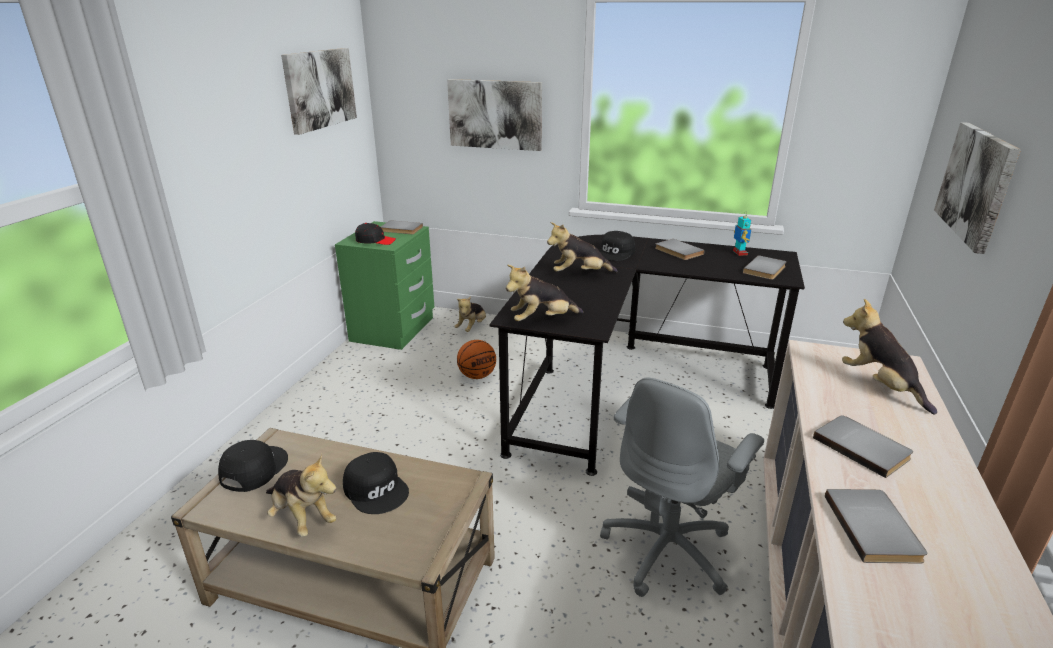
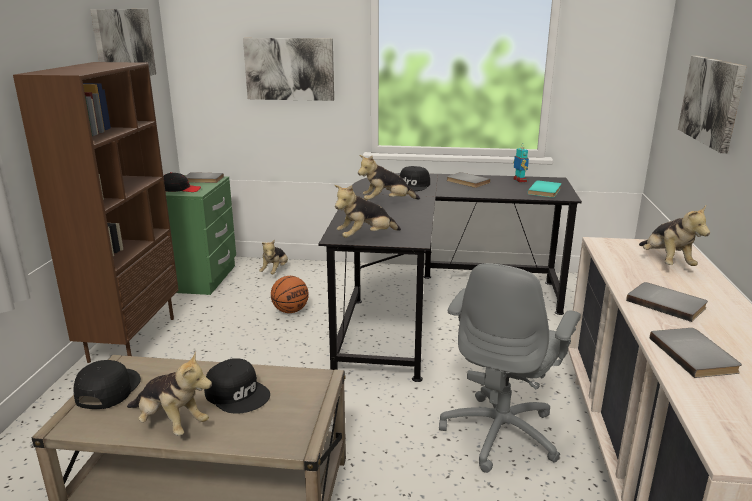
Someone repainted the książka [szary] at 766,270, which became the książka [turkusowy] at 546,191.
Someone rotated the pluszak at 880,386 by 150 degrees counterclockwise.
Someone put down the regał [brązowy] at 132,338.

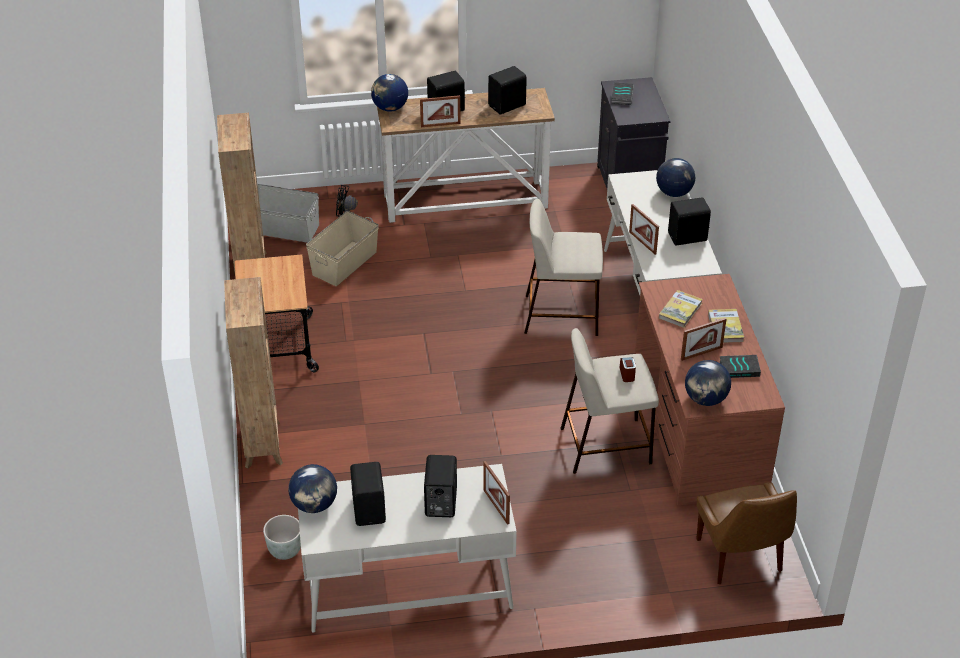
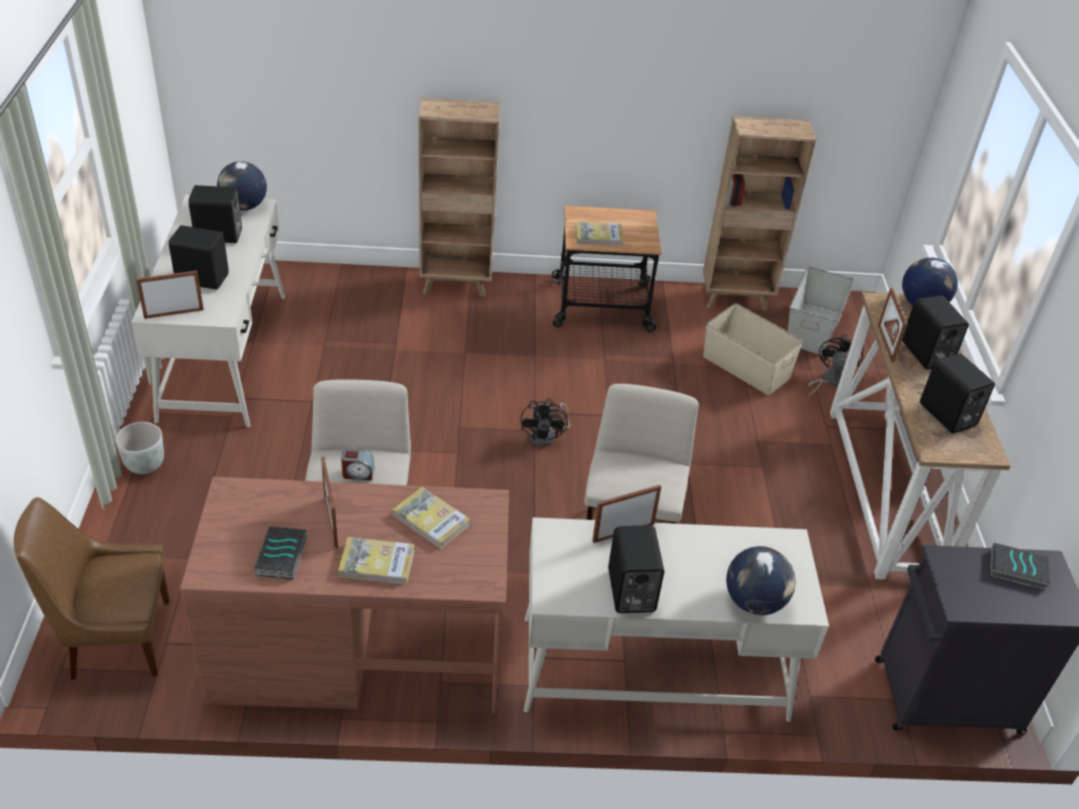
Someone carried the donica [szary] from 284,551 to 145,464.
Someone took away the globus at 705,399.
Someone put down the wentylator [czarny] at 547,436.
Someone put down the książka at 598,236.

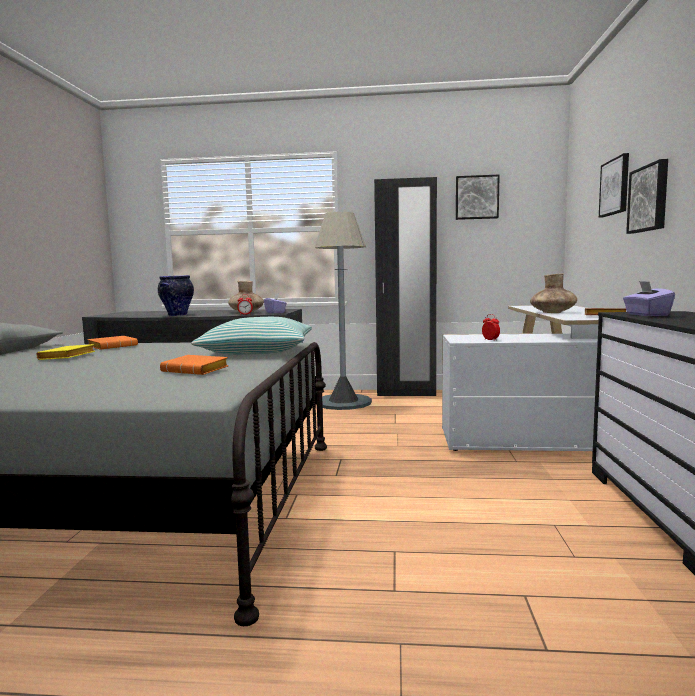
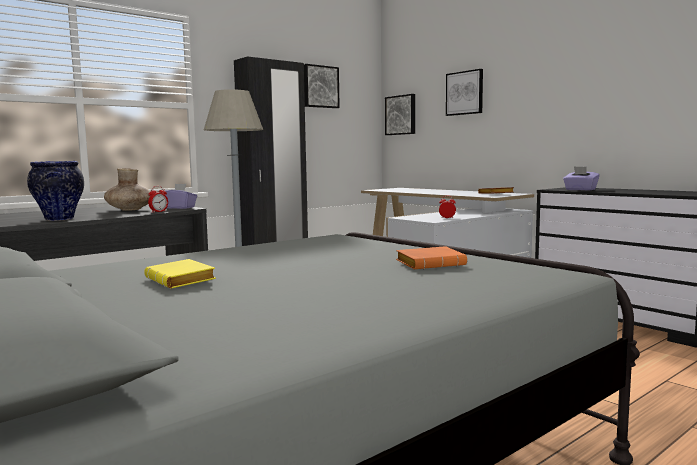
Someone took away the książka [pomarańczowy] at 113,346.
Someone took away the poduszka at 257,351.
Someone took away the wazon [brązowy] at 552,312.
Someone carried the obraz from 649,198 to 401,115.

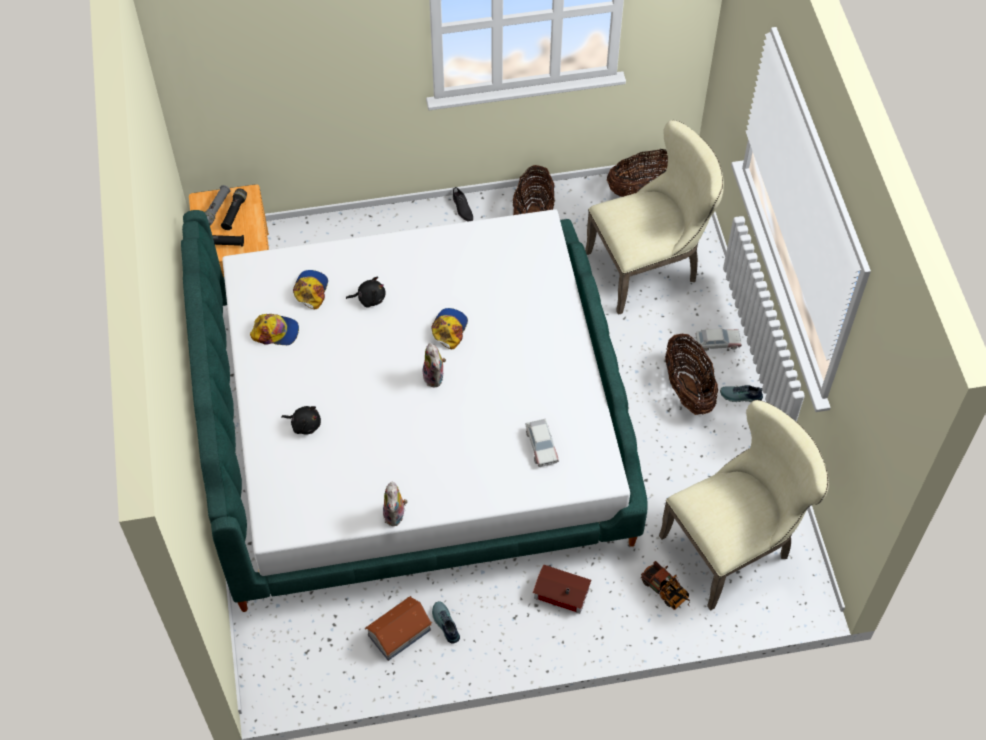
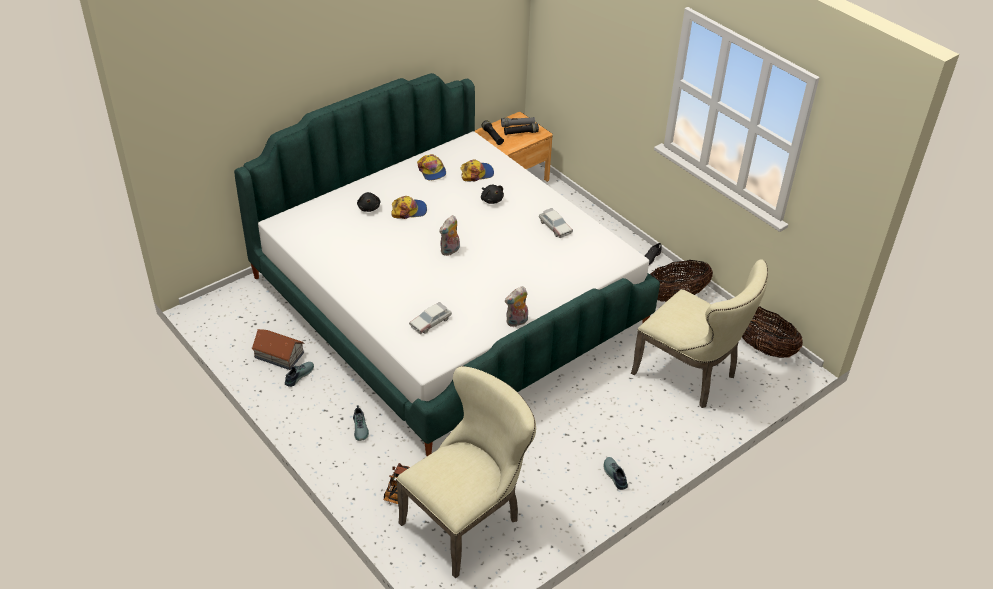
Someone carried the pluszak from 396,515 to 517,322.
Someone carried the czapka z daszkiem from 449,329 to 409,210.
Someone swapped the domek at 560,592 for the but at 361,428.
Someone rotated the krzesło [beżowy] at 733,546 by 75 degrees counterclockwise.
Someone took away the koszyk at 688,389.
Someone carried the samochodzik from 717,342 to 555,227.

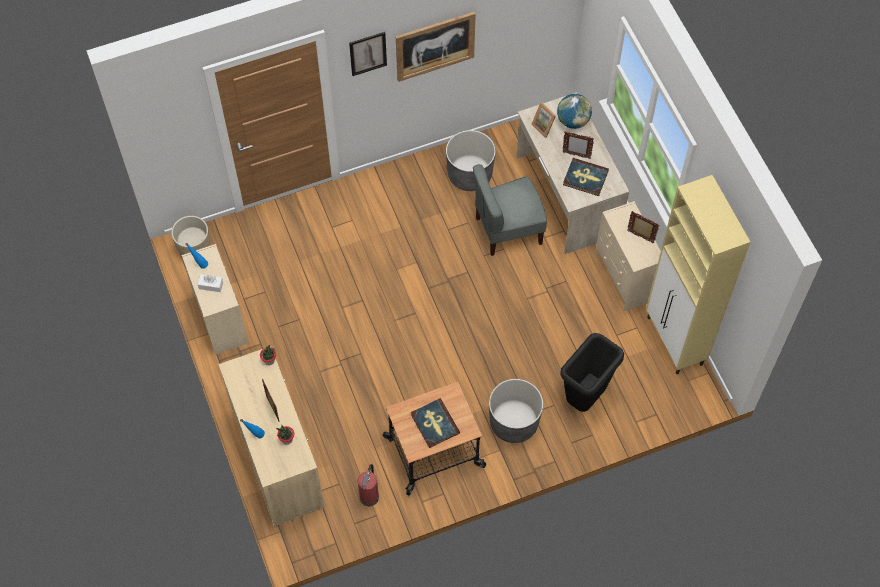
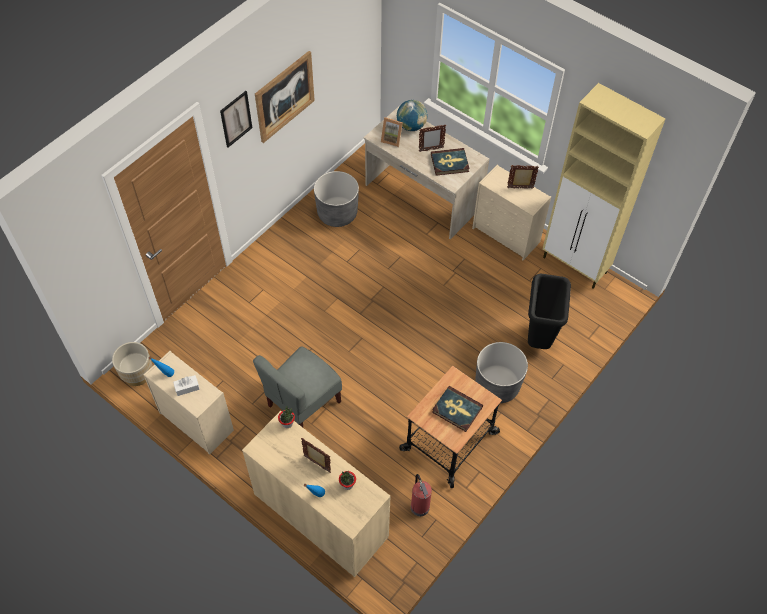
Someone carried the krzesło [szary] from 508,230 to 303,403.

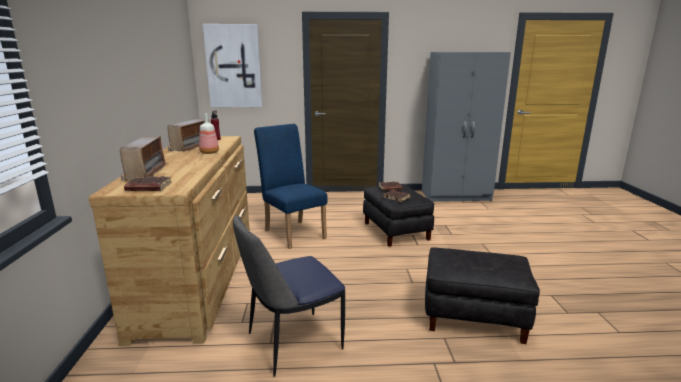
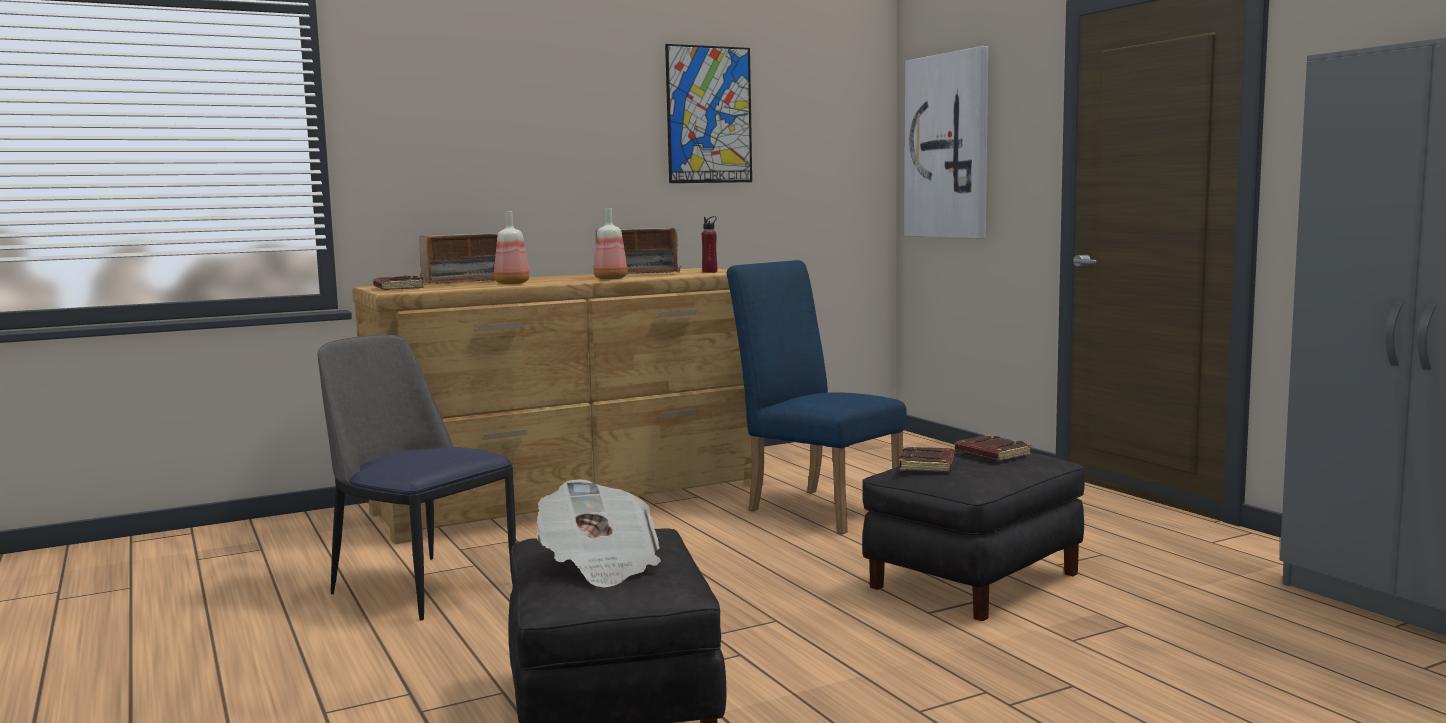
Someone rotated the krzesło [niebieski] at 293,232 by 75 degrees counterclockwise.
Someone put down the butelka at 512,283.
Someone put down the gazeta at 599,565.
Someone put up the obraz at 709,115.

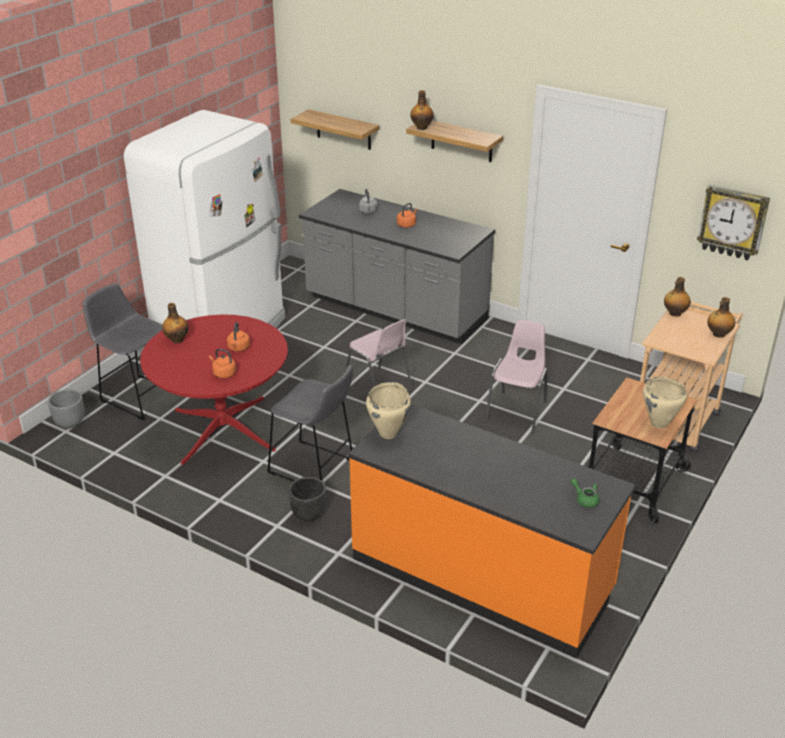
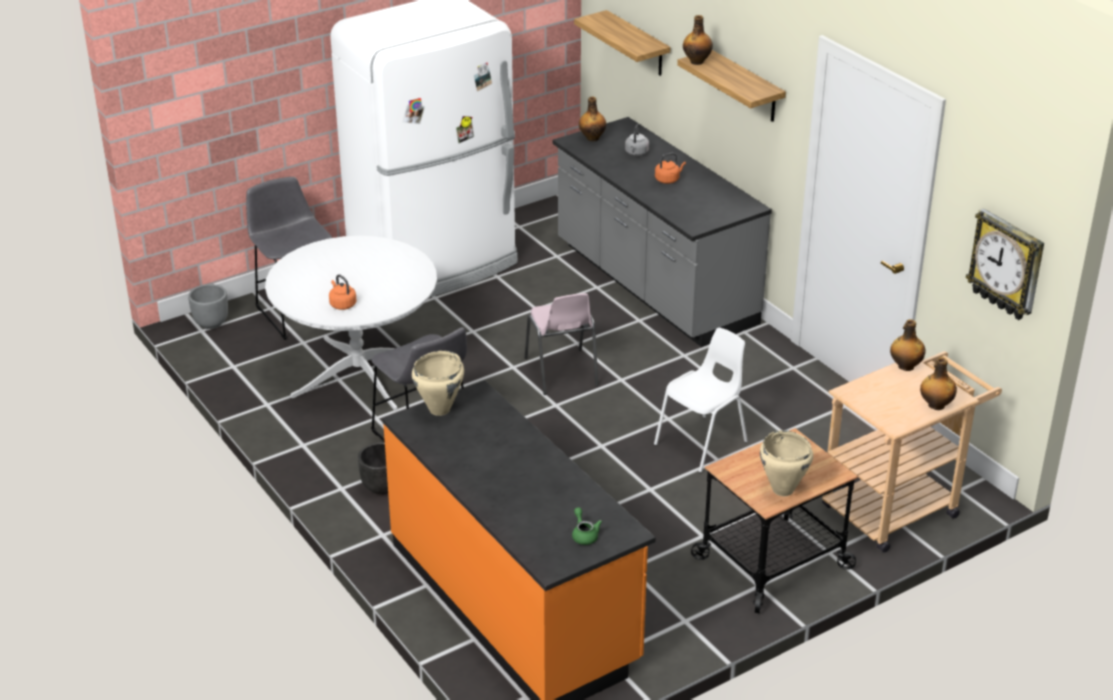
Someone repainted the stół jadalny [czerwony] at 223,430, which became the stół jadalny [biały] at 358,373.
Someone carried the butelka from 177,339 to 592,138.
Someone took away the czajnik [pomarańczowy] at 238,348.
Someone repainted the krzesło [różowy] at 517,411, which became the krzesło [biały] at 702,443.

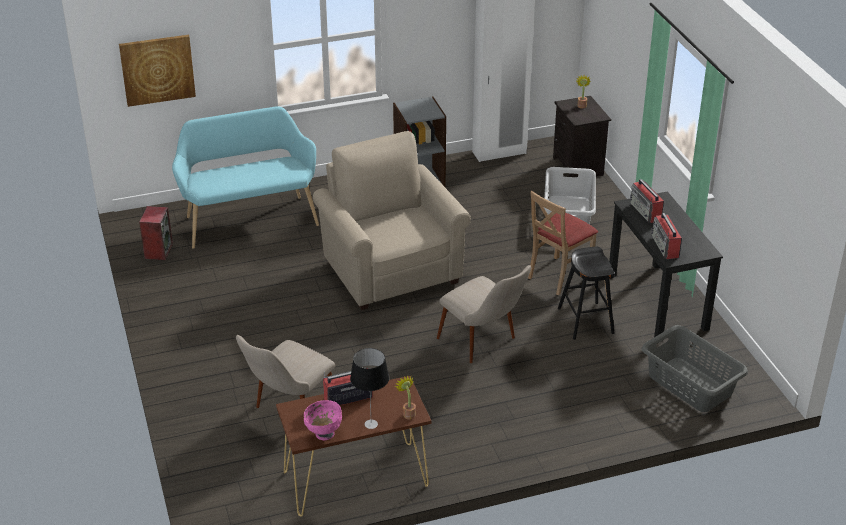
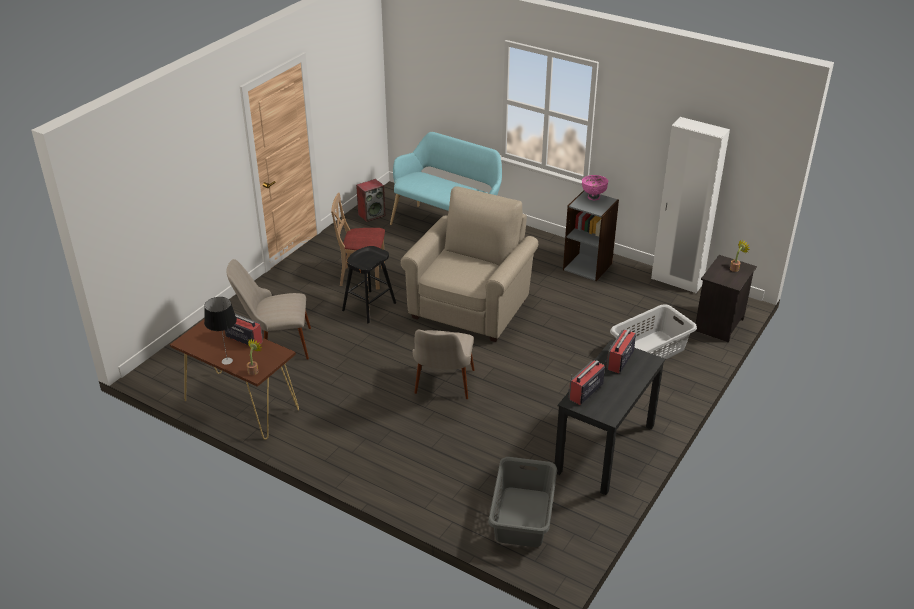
Someone took away the obraz at 157,69.
Someone carried the miska [różowy] from 324,433 to 593,197.
Someone carried the krzesło [beżowy] from 559,276 to 362,277.
Someone carried the stołek [czarny] from 585,321 to 369,307.

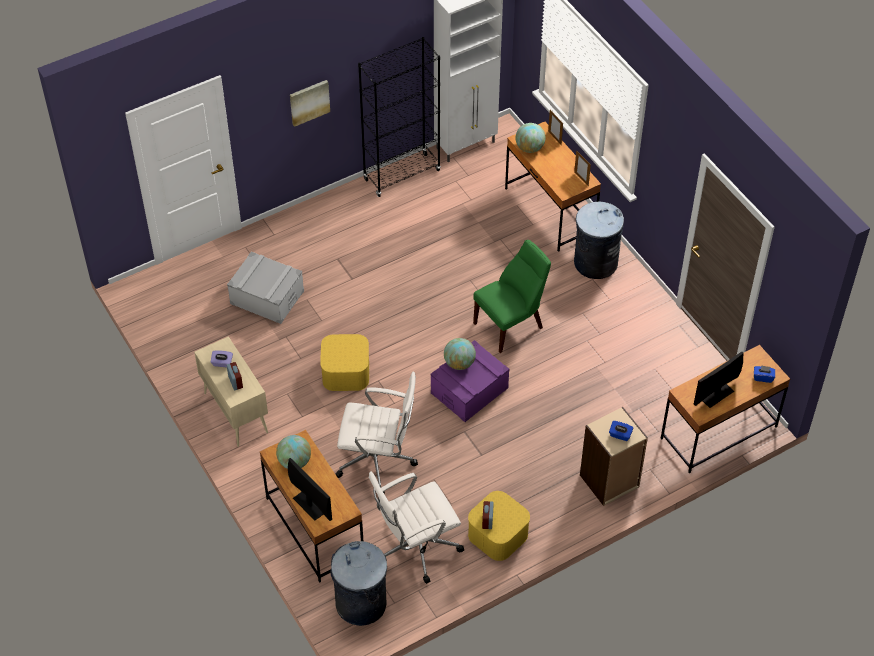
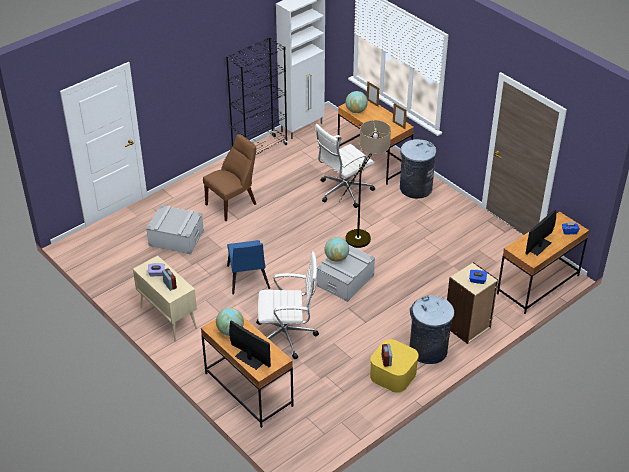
Someone took away the obraz at 309,102.
Someone swapped the pojemnik do przechowywania [żółty] at 345,372 for the krzesło [niebieski] at 248,280.
Someone carried the kosz na śmieci [szary] from 360,603 to 428,350.
Someone carried the krzesło biurowe [biały] from 415,546 to 343,191.
Someone repainted the pojemnik do przechowywania [fioletowy] at 469,390, which became the pojemnik do przechowywania [szary] at 345,280.
Someone swapped the krzesło [zielony] at 511,324 for the lampa stojąca at 365,234.
Someone put down the krzesło [brązowy] at 233,203.

